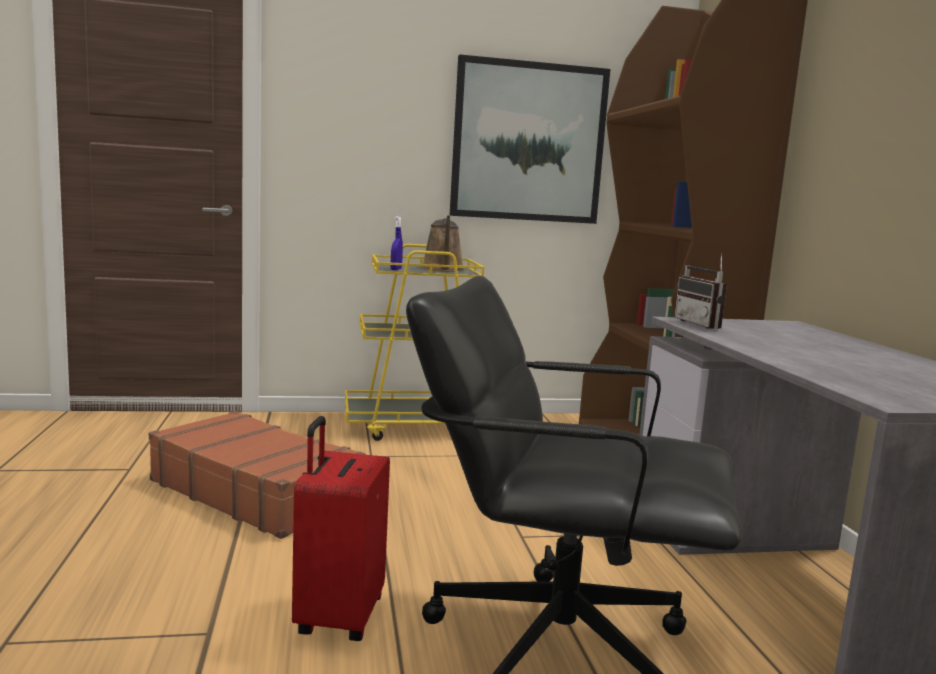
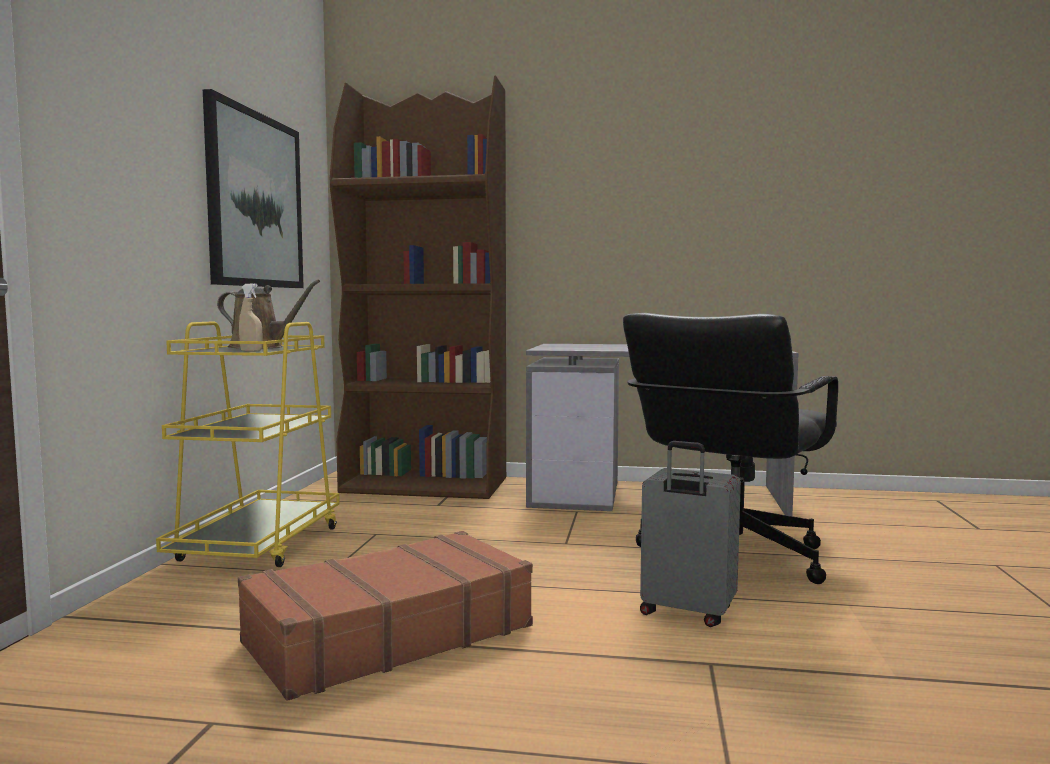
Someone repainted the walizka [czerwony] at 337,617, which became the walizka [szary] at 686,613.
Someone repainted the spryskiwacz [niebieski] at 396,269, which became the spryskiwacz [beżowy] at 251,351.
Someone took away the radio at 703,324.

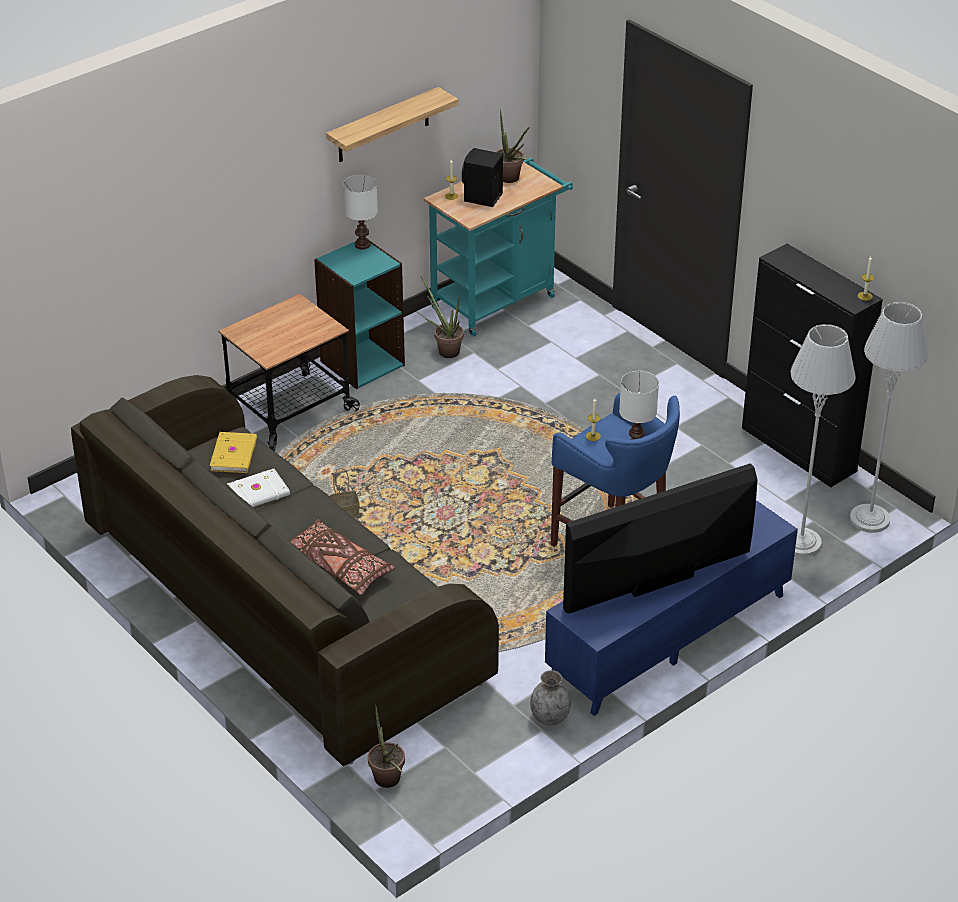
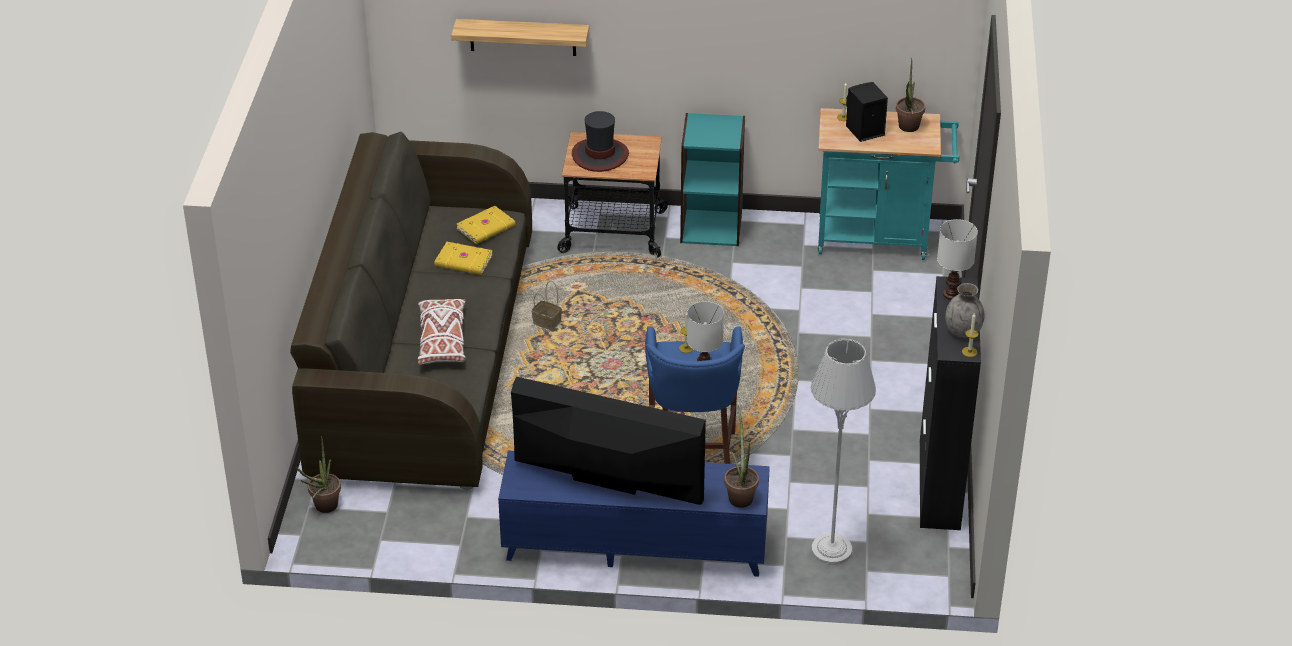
Someone repainted the książka [biały] at 257,493, which became the książka [żółty] at 463,261.
Someone repainted the poduszka [brązowy] at 339,567, which became the poduszka [biały] at 442,340.
Someone carried the półka from 383,126 to 523,37.
Someone carried the lampa stołowa [biały] from 362,244 to 951,294.
Someone carried the roślina doniczkowa from 445,350 to 740,495.
Someone carried the wazon [szary] from 550,717 to 963,331.
Someone took away the lampa stojąca [szary] at 869,519.
Someone put down the kapelusz at 600,155.

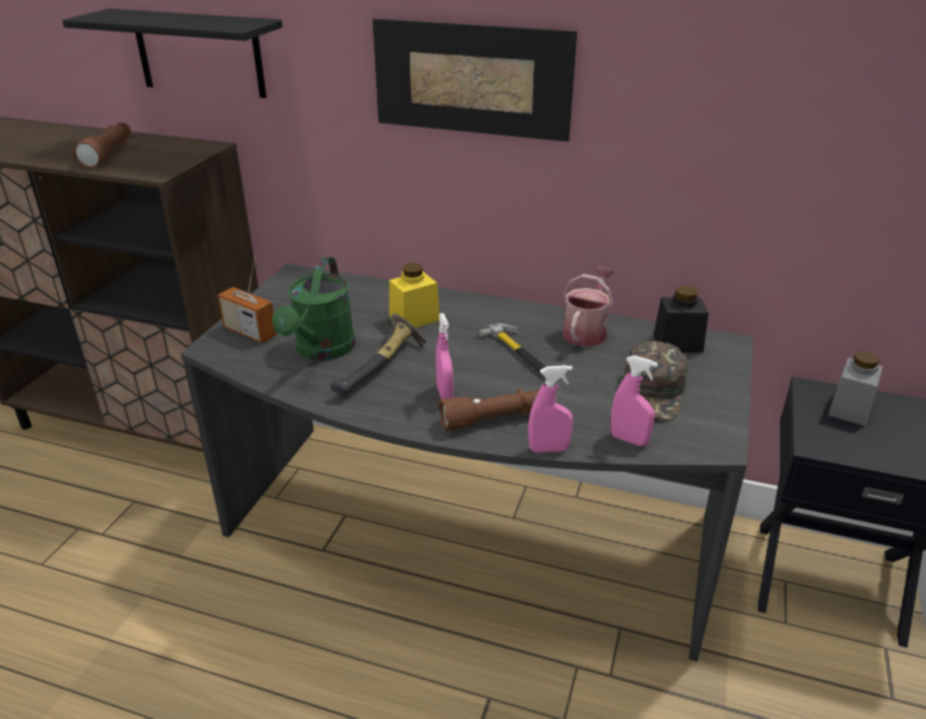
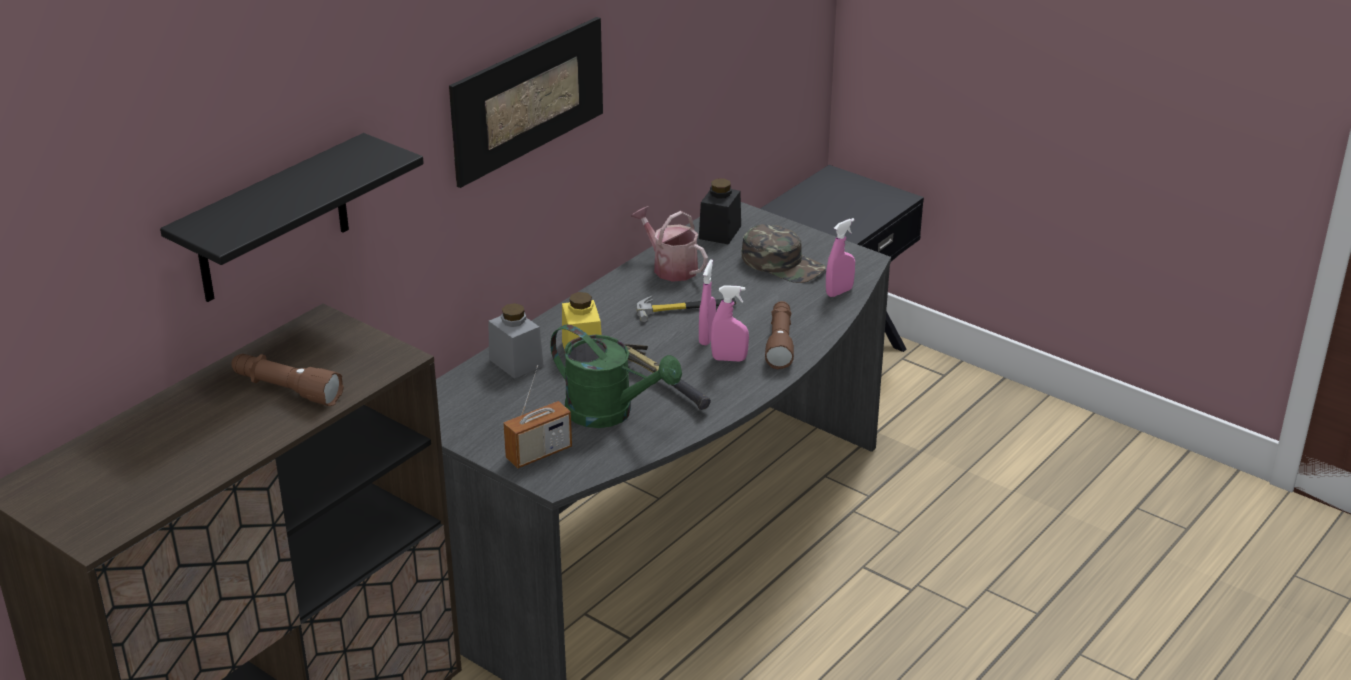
Someone carried the spryskiwacz [różowy] from 548,449 to 707,338.
Someone carried the słoik [szary] from 850,409 to 516,362.

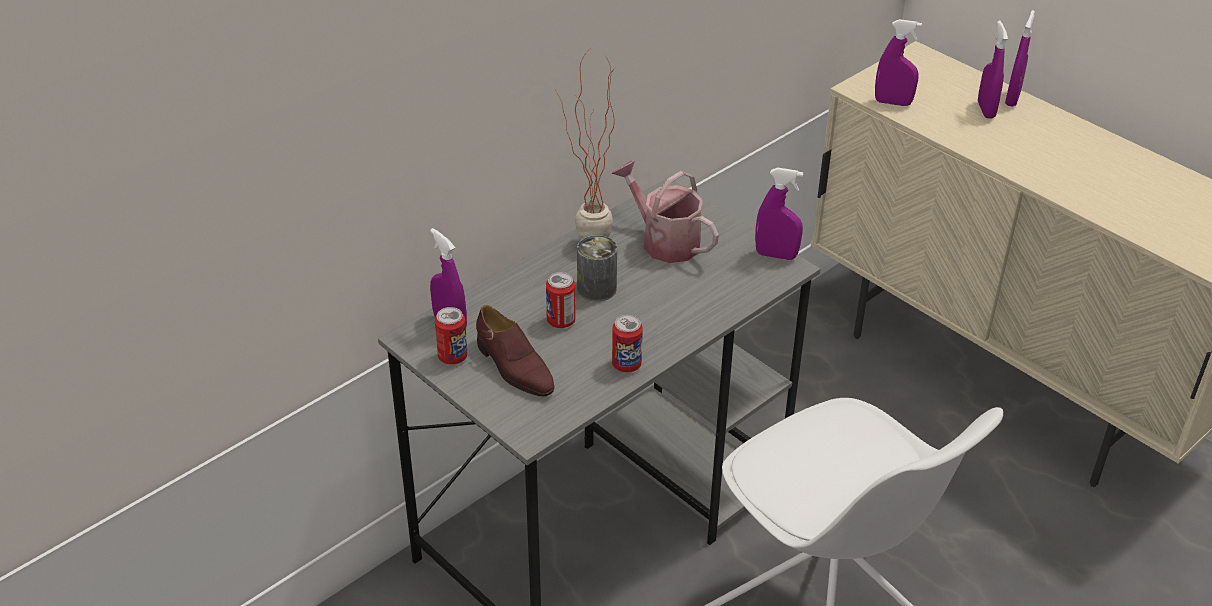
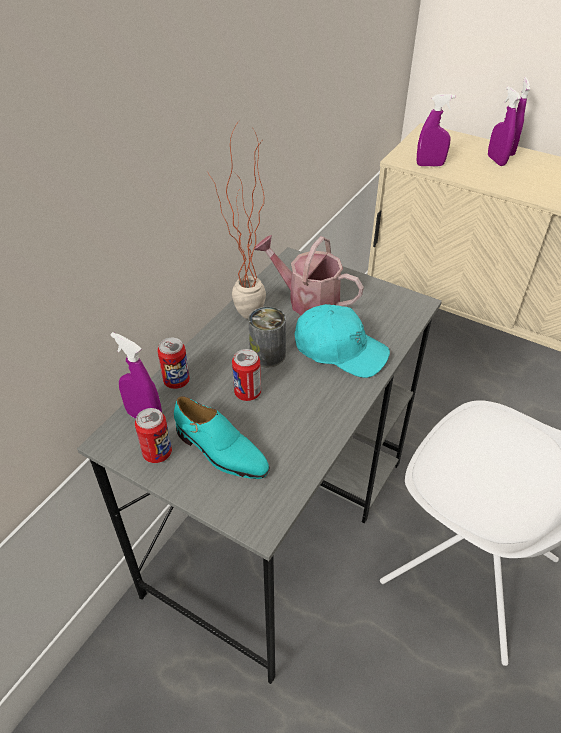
Someone repainted the but [brązowy] at 514,368, which became the but [turkusowy] at 221,451.
Someone carried the puszka from 626,365 to 176,381.
Someone took away the spryskiwacz [fioletowy] at 776,255.
Someone put down the czapka z daszkiem [turkusowy] at 340,350.

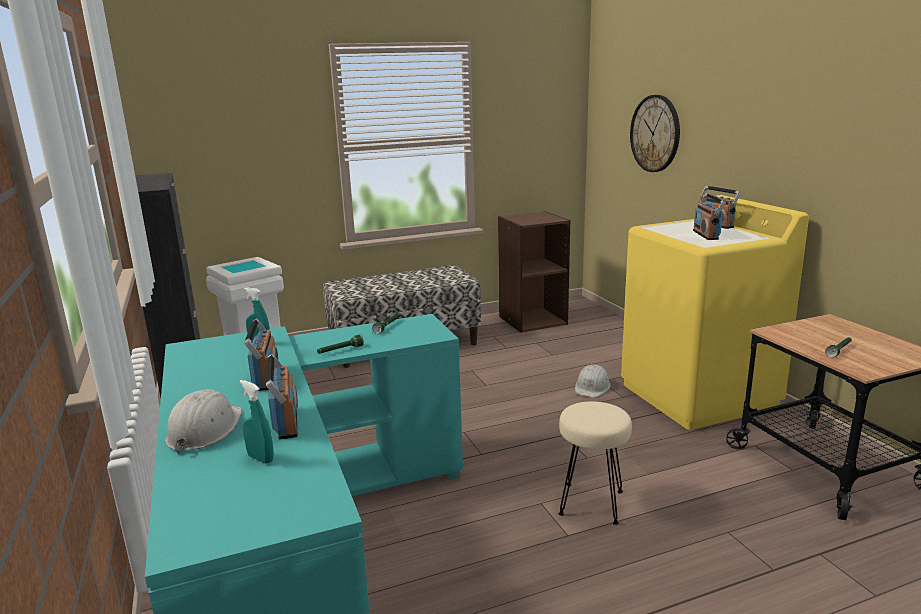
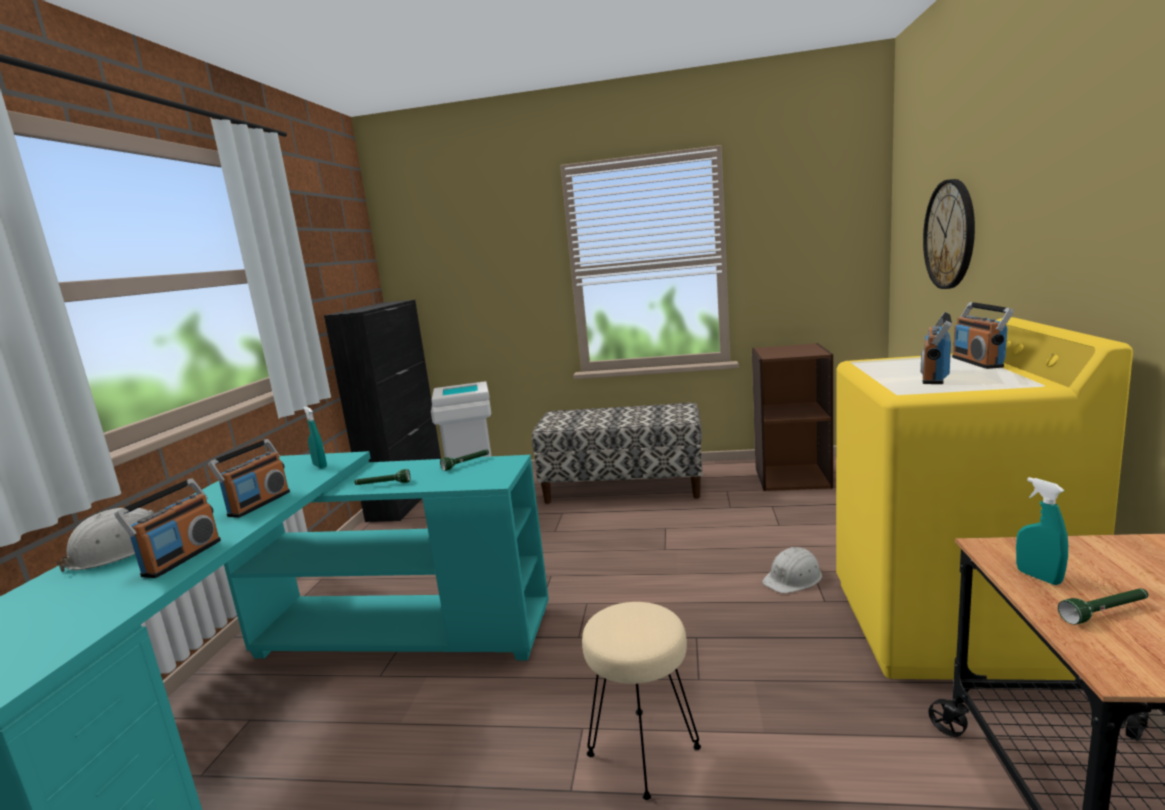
Someone carried the spryskiwacz [turkusowy] from 260,458 to 1038,577.

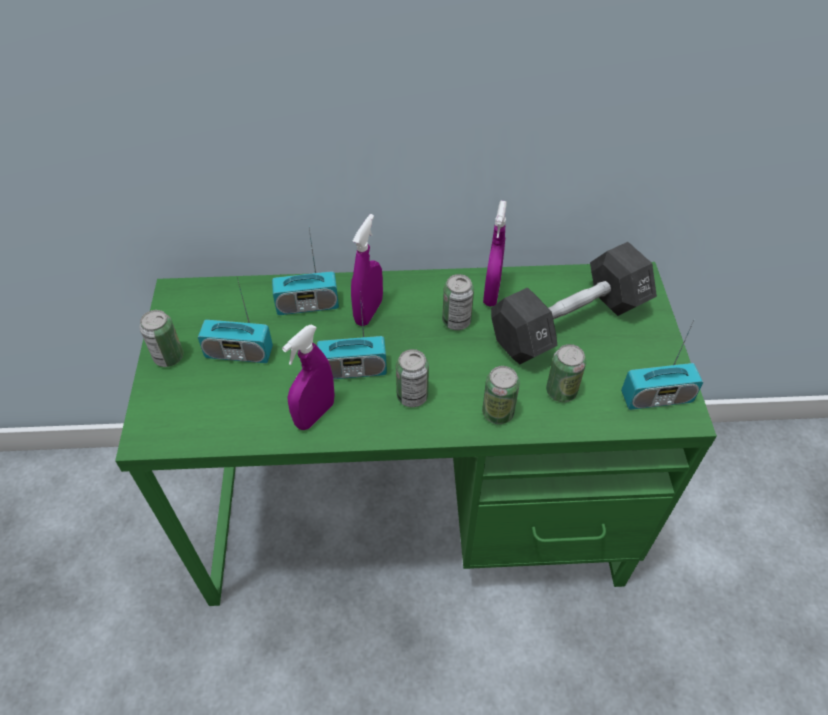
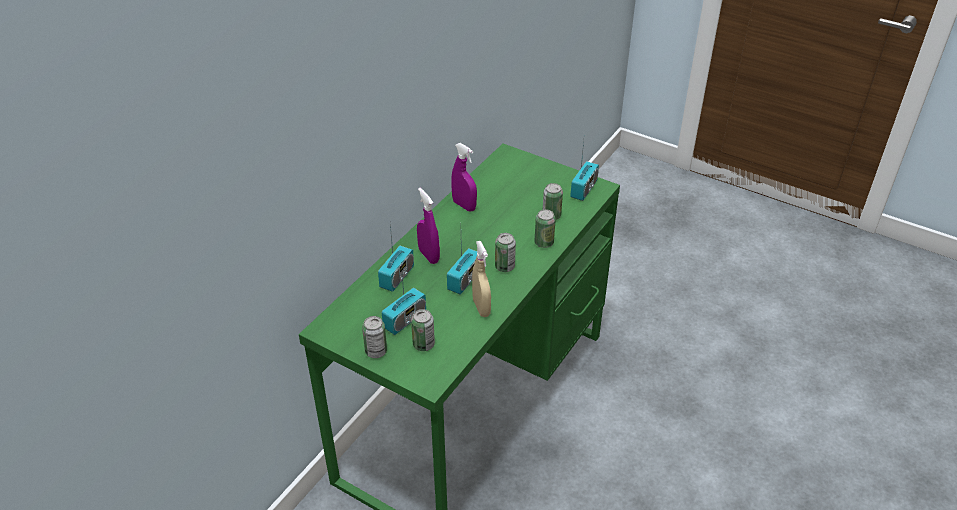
Someone repainted the spryskiwacz [fioletowy] at 315,414, which became the spryskiwacz [beżowy] at 481,307.
Someone carried the puszka from 456,321 to 423,344.
Someone took away the hantel [czarny] at 569,322.

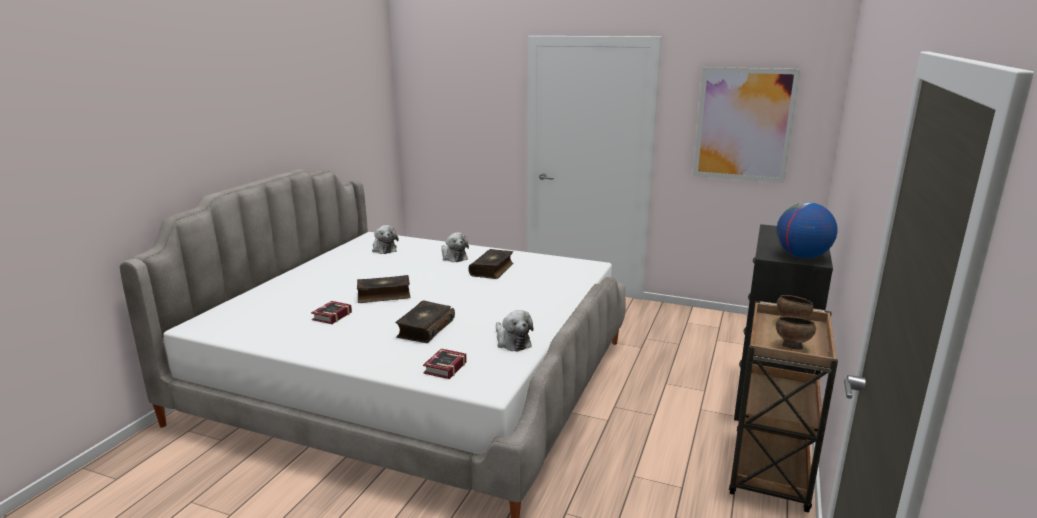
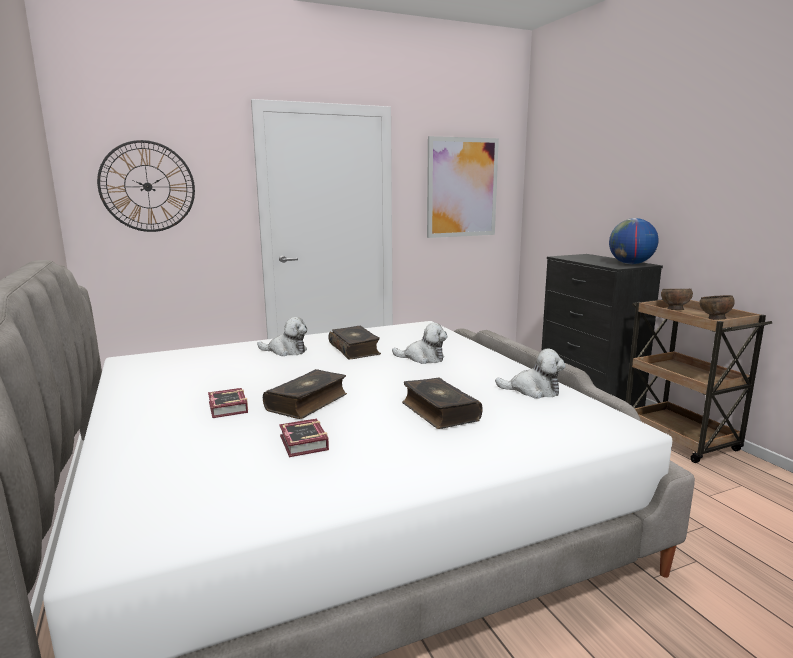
Someone carried the pluszak from 384,249 to 423,358.
Someone carried the książka from 443,368 to 227,408.
Someone put up the zegar ścienny at 147,186.

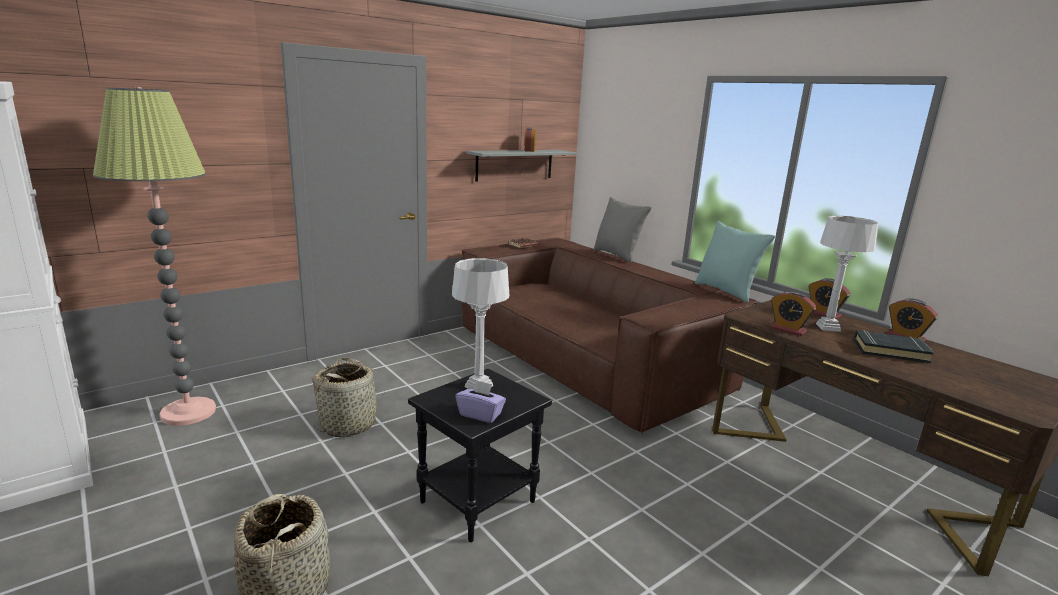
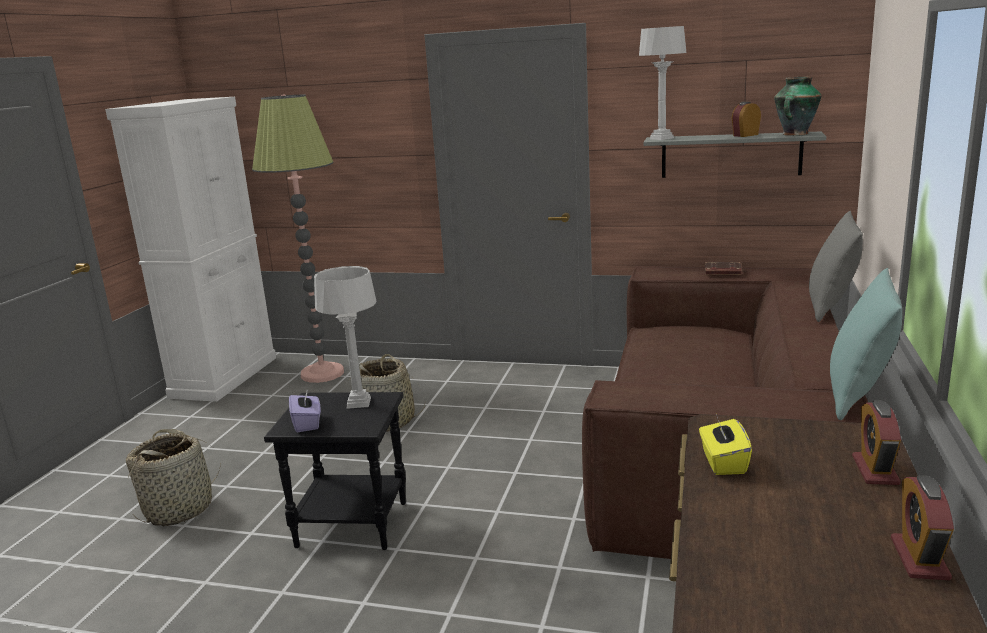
Someone swapped the budzik at 787,329 for the pudełko chusteczek [żółty] at 723,463.
Someone carried the lampa stołowa [szary] from 828,327 to 662,138.
Someone took away the książka [czarny] at 890,351.
Someone put down the wazon at 794,134.

